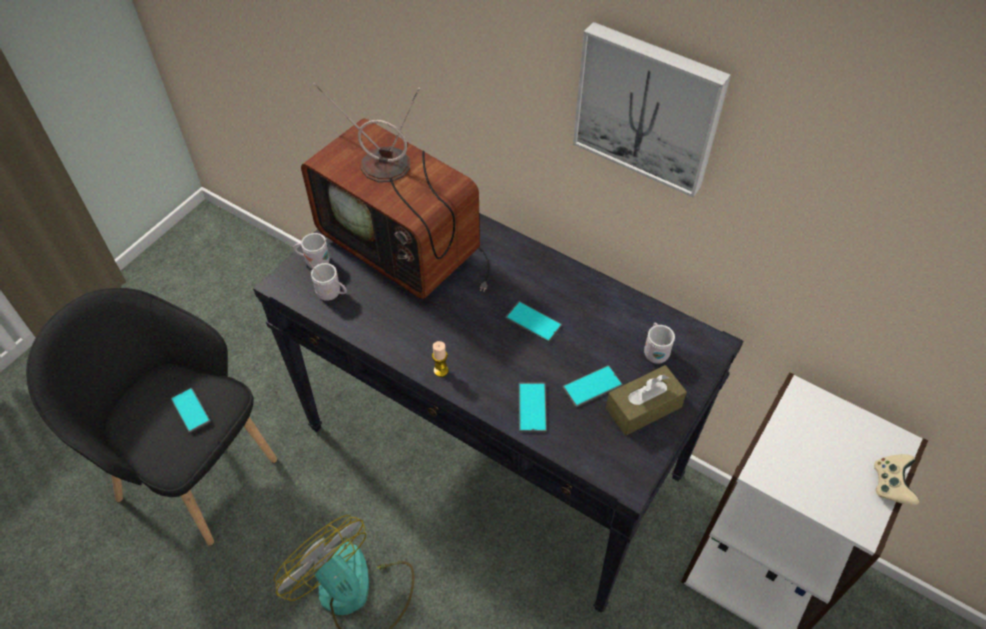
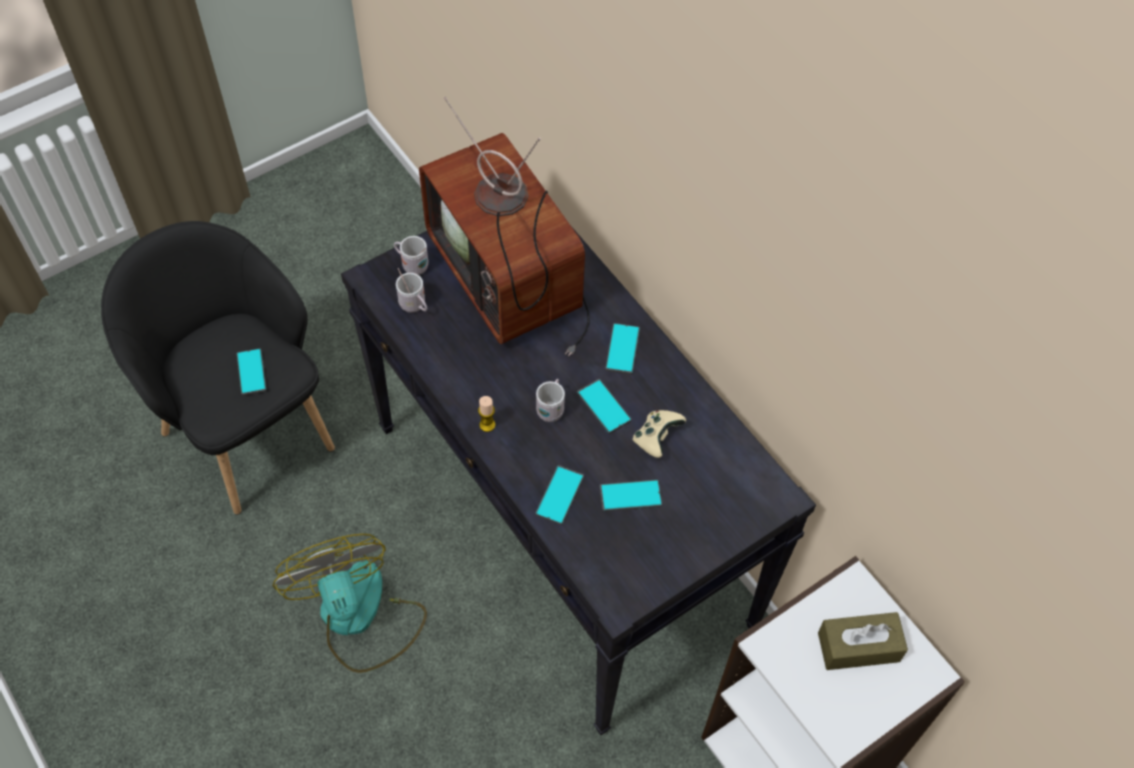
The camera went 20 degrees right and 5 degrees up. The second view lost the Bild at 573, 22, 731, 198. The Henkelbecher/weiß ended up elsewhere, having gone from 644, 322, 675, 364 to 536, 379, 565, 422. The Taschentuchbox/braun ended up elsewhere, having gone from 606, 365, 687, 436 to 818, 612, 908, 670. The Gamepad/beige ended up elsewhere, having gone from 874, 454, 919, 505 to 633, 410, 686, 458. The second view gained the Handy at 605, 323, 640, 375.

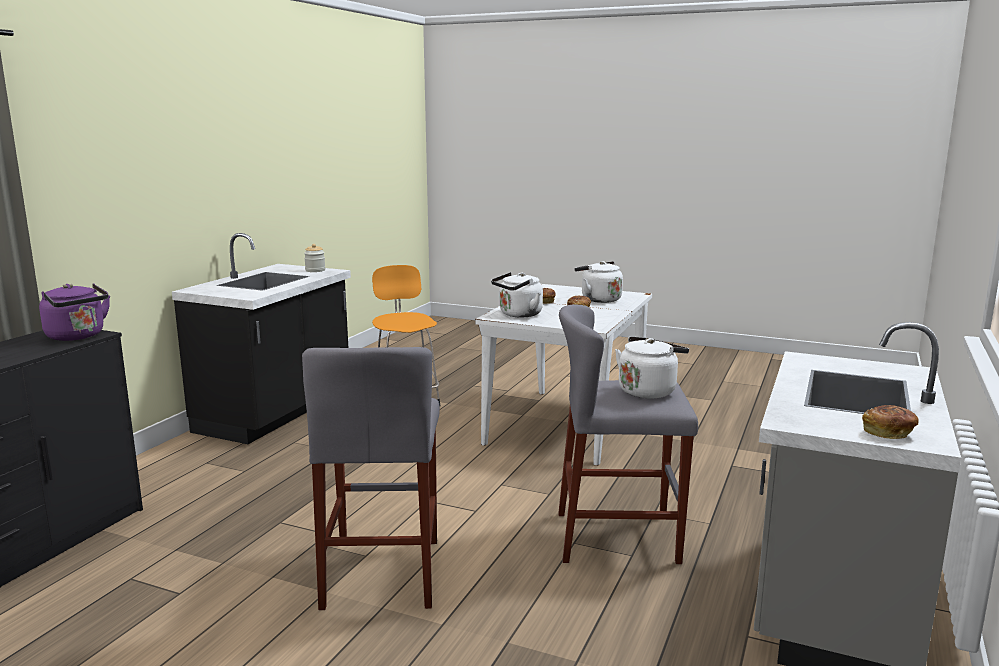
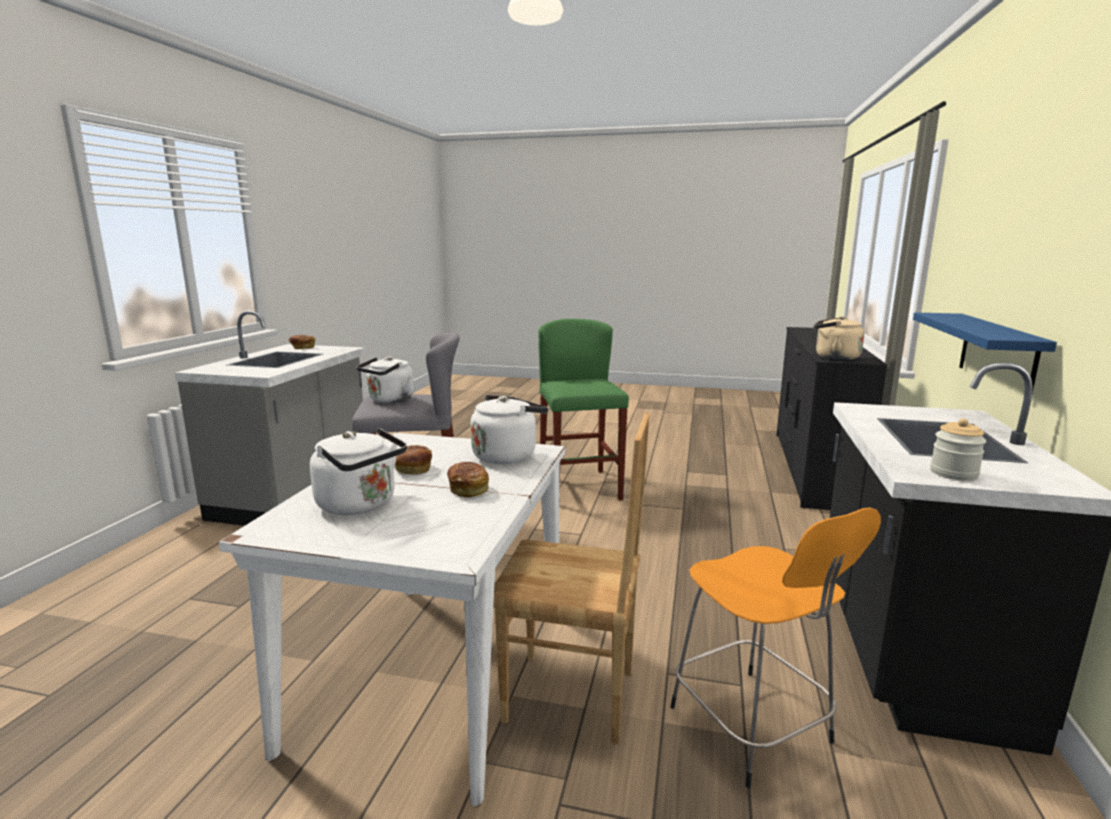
The camera went 170 degrees right and 0 degrees up. What was the Wasserkessel/lila at 39, 283, 110, 341 turned into the Wasserkessel/beige at 814, 316, 864, 360. What was the Hocker/grau at 302, 347, 440, 610 turned into the Hocker/grün at 538, 319, 629, 501. The second view gained the Wandregal/blau at 913, 312, 1057, 393. The second view gained the Stuhl/braun at 493, 413, 650, 744.

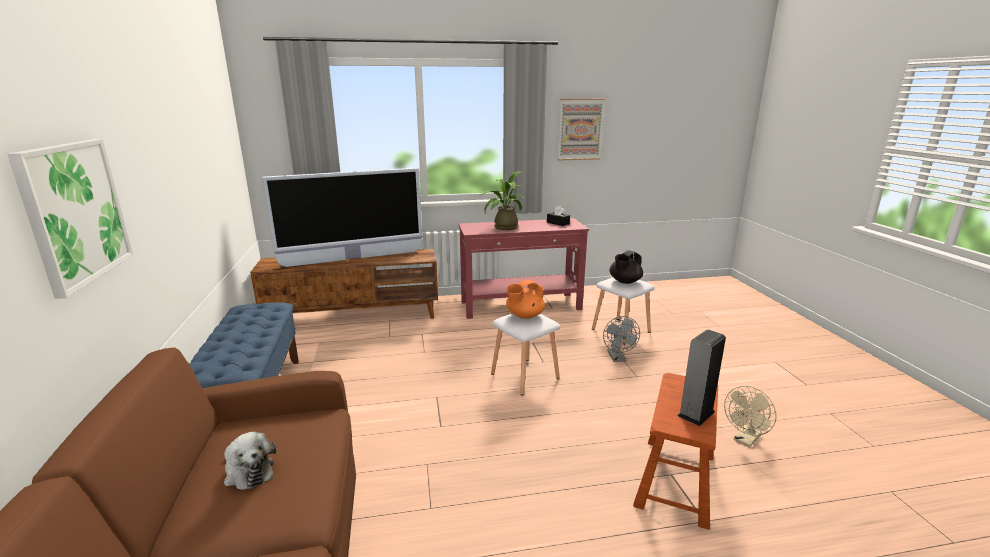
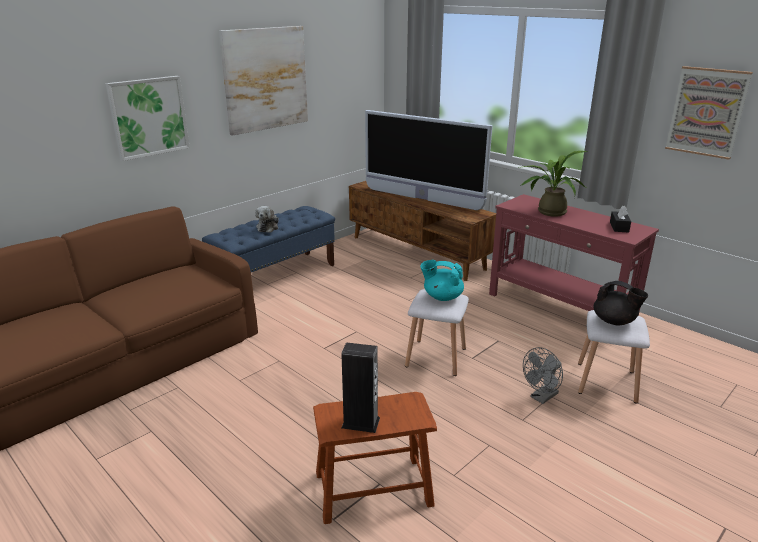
The camera went 55 degrees right and 5 degrees up. The Teekanne/schwarz at 610, 250, 643, 284 ended up facing another way, 150 degrees counterclockwise from before. What was the Teekanne/orange at 506, 280, 545, 319 turned into the Teekanne/türkis at 420, 260, 464, 301. The second view lost the Ventilator/beige at 724, 386, 777, 447. The Plüschtier ended up elsewhere, having gone from 224, 432, 276, 490 to 255, 206, 279, 233. The second view gained the Bild at 219, 26, 308, 136.

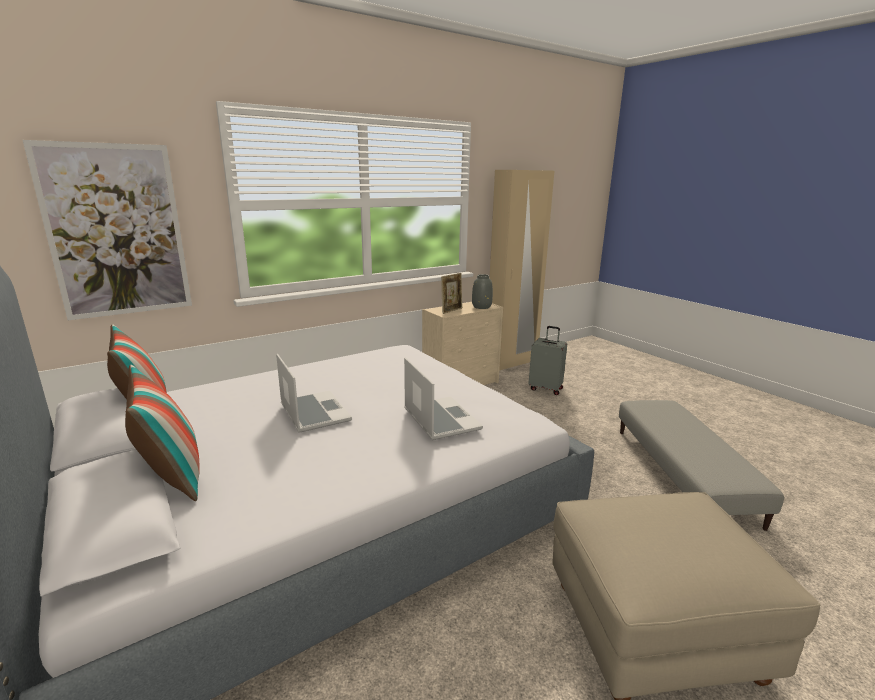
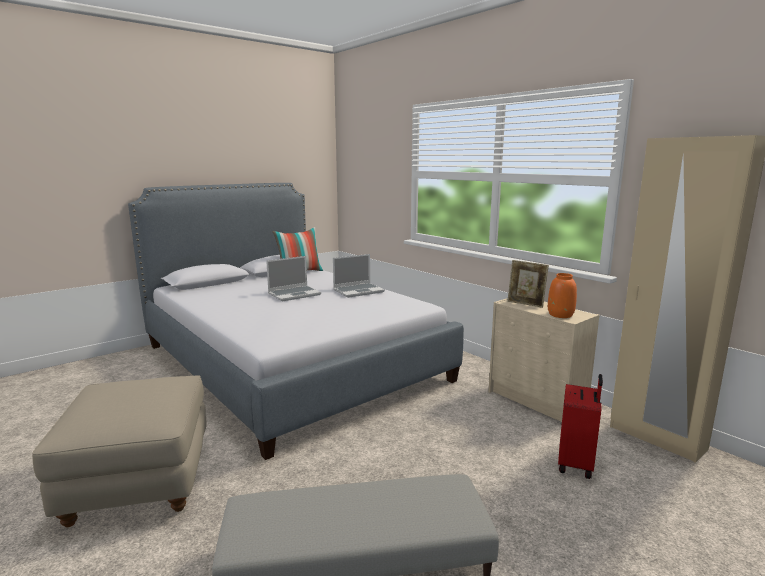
The camera went 85 degrees right and 5 degrees down. The second view lost the Bild at 23, 140, 192, 320. What was the Vase/grau at 472, 274, 493, 309 turned into the Vase/orange at 548, 273, 577, 318. What was the Koffer/grau at 529, 326, 567, 395 turned into the Koffer/rot at 558, 374, 603, 479. The Laptop ended up elsewhere, having gone from 404, 357, 483, 440 to 333, 254, 385, 298. The second view lost the Kissen at 125, 365, 200, 501.

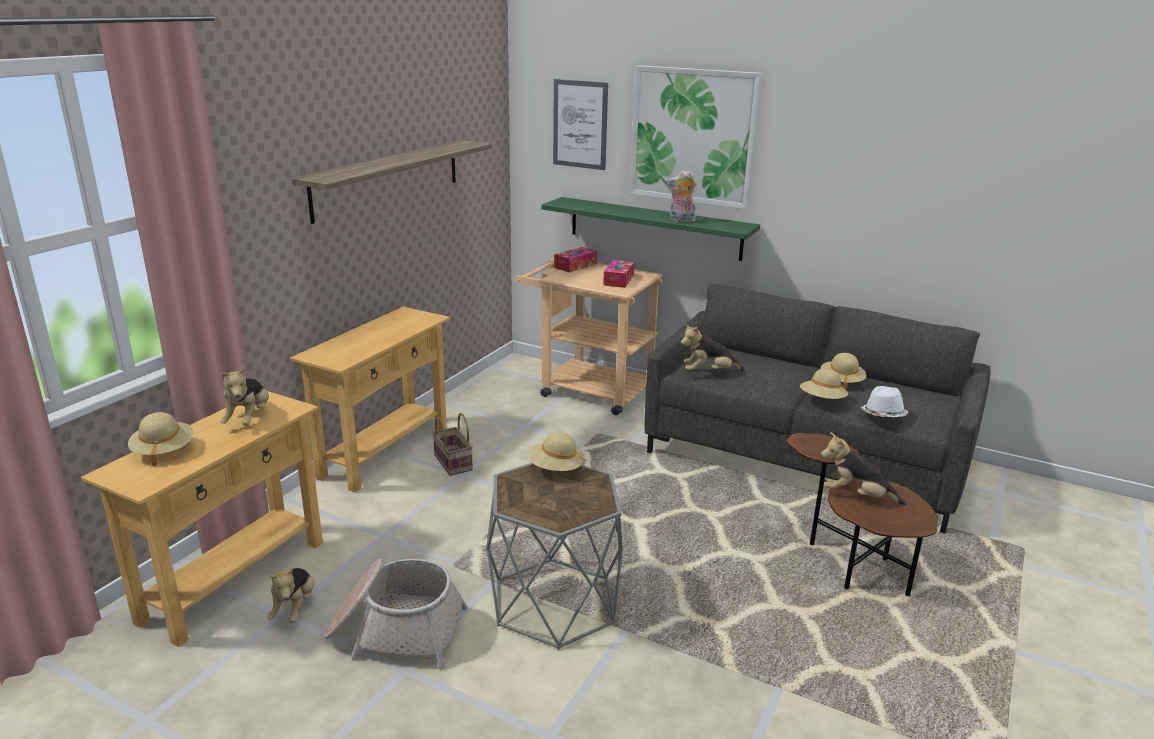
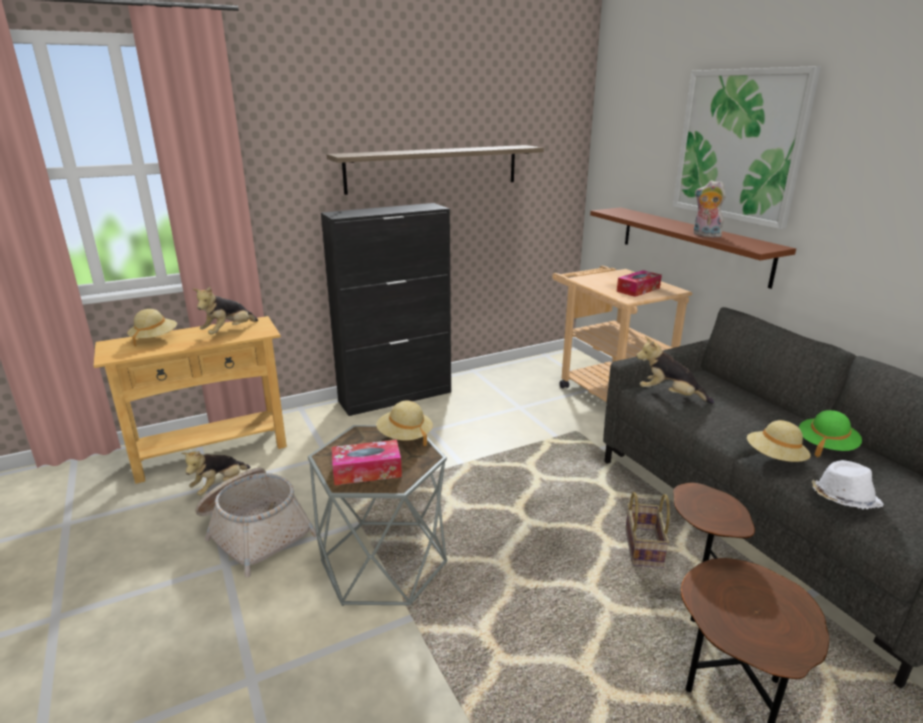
The camera went 35 degrees right and 0 degrees up. The second view lost the Bild at 553, 79, 608, 170. What was the Wandregal/grün at 541, 197, 760, 261 turned into the Wandregal/braun at 590, 207, 796, 289. The Taschentuchbox ended up elsewhere, having gone from 554, 247, 597, 273 to 332, 440, 402, 485. Where the Konsolentisch/beige stood at 290, 307, 450, 493, the Schrank/schwarz came to stand at 321, 203, 451, 416. What was the Hut/beige at 821, 353, 866, 389 turned into the Hut/grün at 799, 410, 862, 457. The Korb ended up elsewhere, having gone from 432, 413, 473, 476 to 625, 492, 670, 568. The second view lost the Plüschtier at 821, 432, 906, 505.

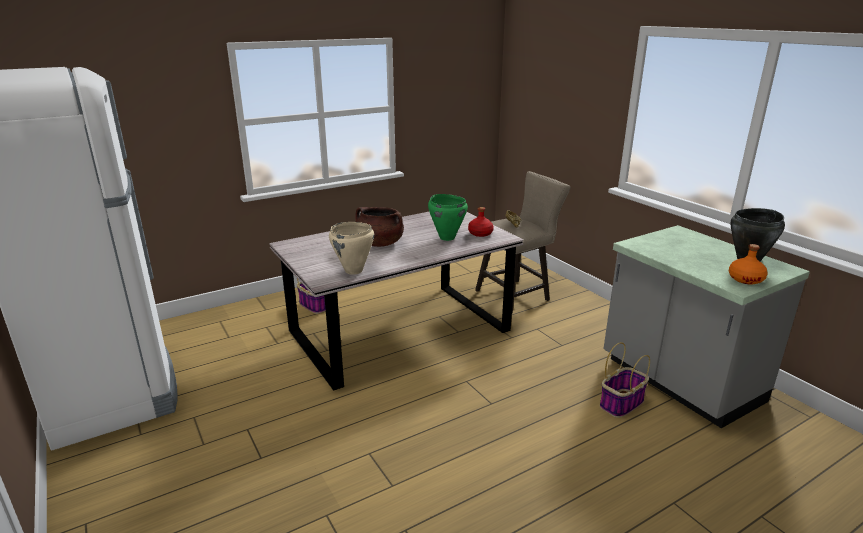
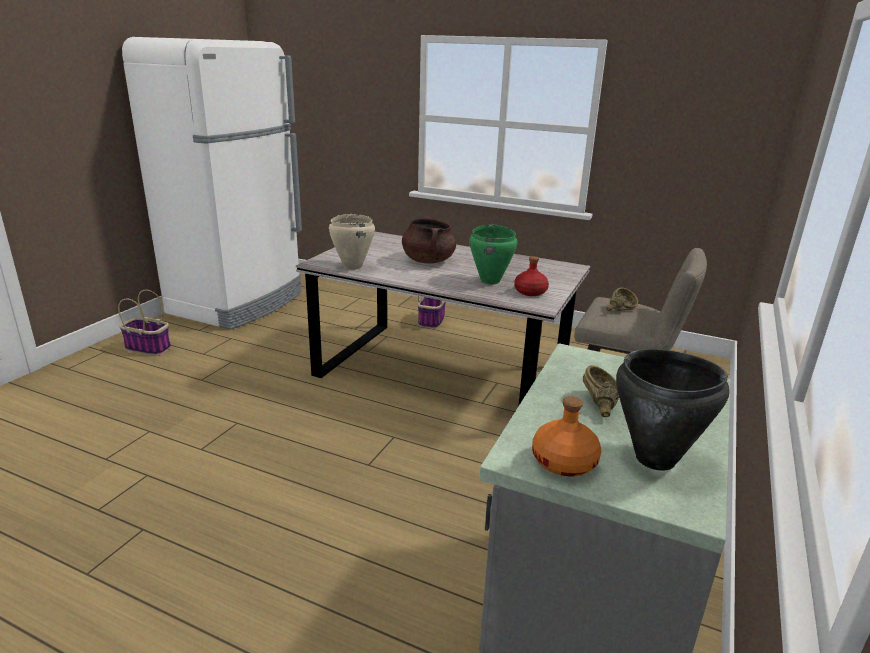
The camera went 55 degrees right and 0 degrees up. The Korb ended up elsewhere, having gone from 600, 342, 650, 418 to 118, 290, 171, 356. The second view gained the Schüssel/braun at 583, 365, 619, 417.

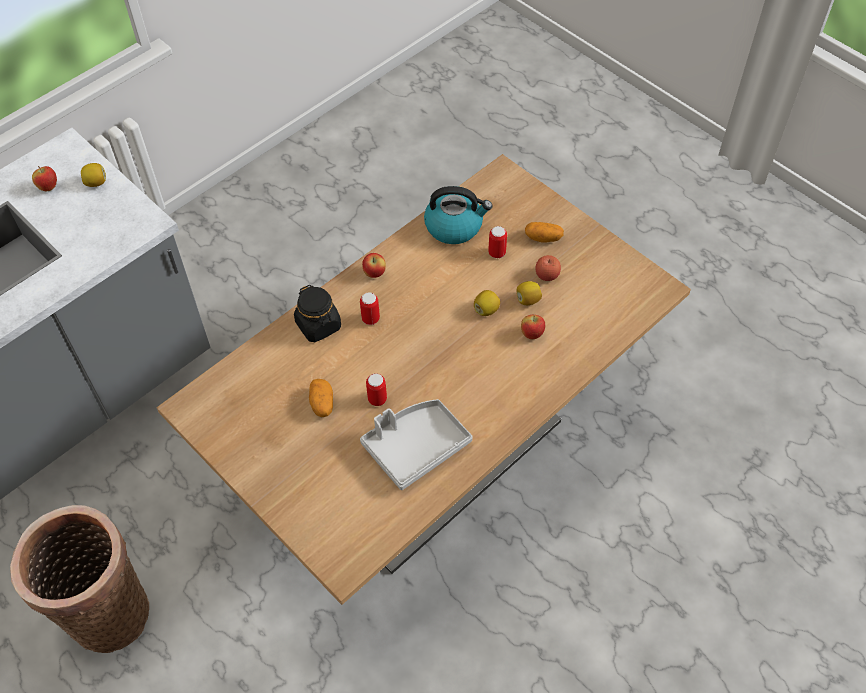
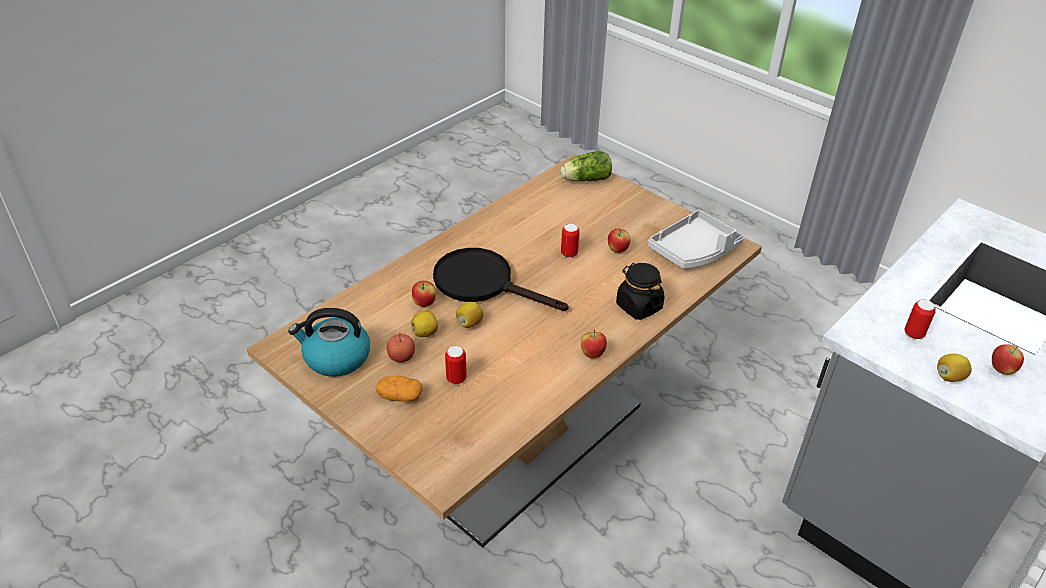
The camera went 175 degrees right and 15 degrees down. The Wasserkessel ended up elsewhere, having gone from 424, 186, 492, 244 to 288, 308, 370, 377. The Dose ended up elsewhere, having gone from 360, 292, 380, 325 to 905, 299, 936, 339. Where the Kartoffel stood at 309, 379, 333, 417, the Apfel came to stand at 608, 229, 630, 253. The Tablett/grau ended up elsewhere, having gone from 360, 399, 473, 490 to 648, 210, 744, 269. The second view lost the Korb at 10, 505, 149, 653. The second view gained the Salatkopf at 560, 151, 612, 182. The second view gained the Pfanne/schwarz at 433, 248, 569, 311.

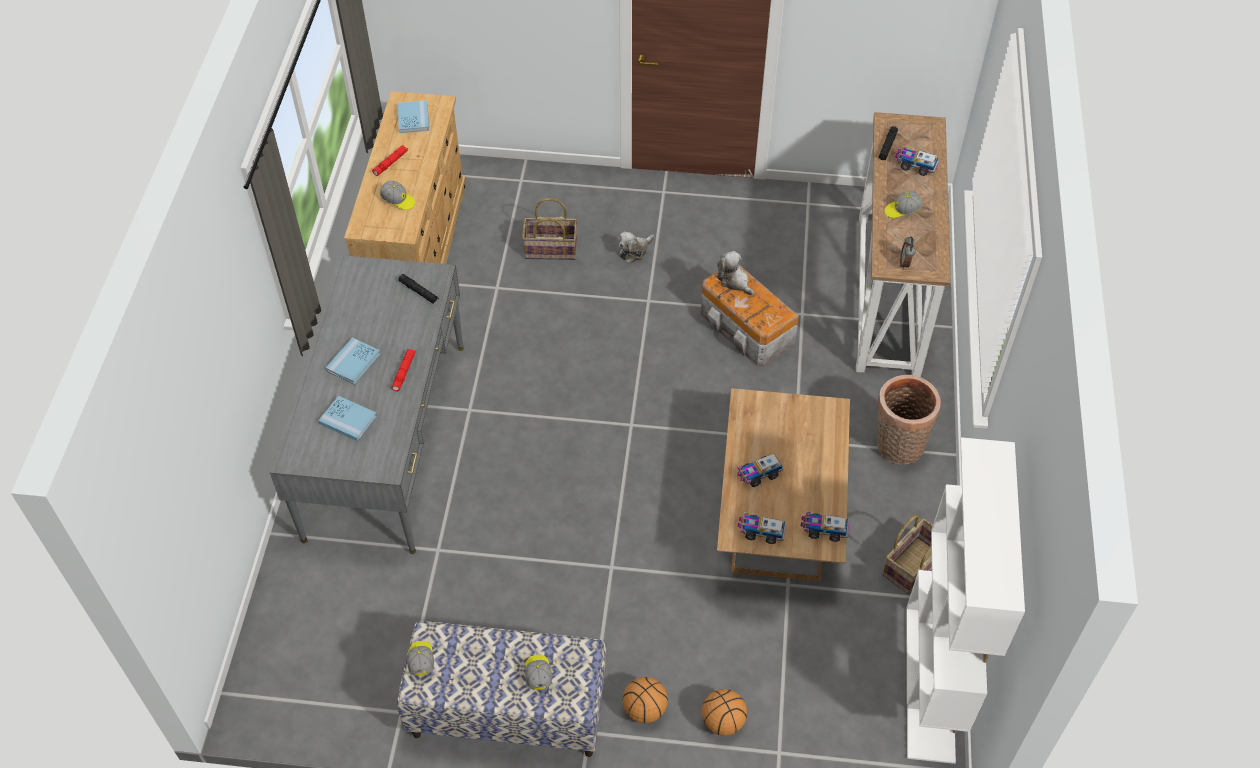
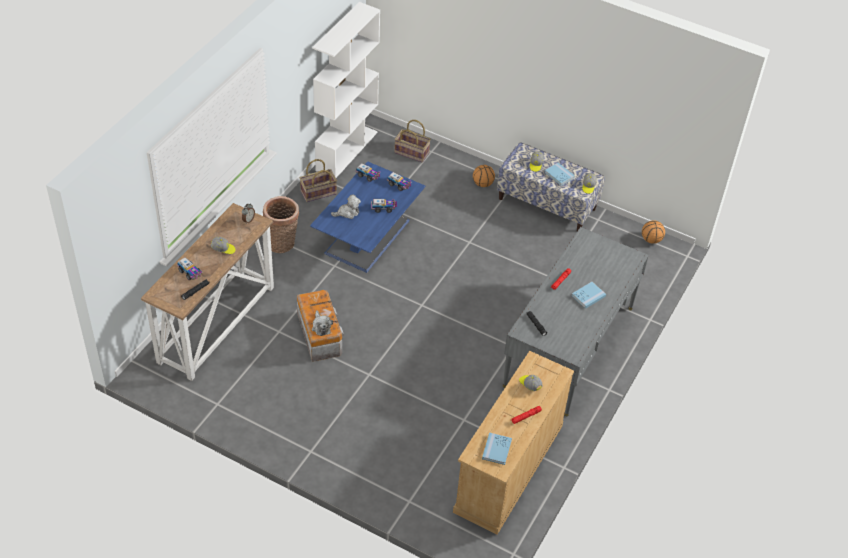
The camera went 160 degrees left and 5 degrees down. The Korb ended up elsewhere, having gone from 522, 198, 577, 260 to 394, 120, 431, 163. The Plüschtier ended up elsewhere, having gone from 618, 231, 655, 264 to 331, 194, 361, 219. What was the Couchtisch/braun at 717, 388, 850, 581 turned into the Couchtisch/blau at 310, 161, 425, 273. The Buch/blau ended up elsewhere, having gone from 318, 396, 377, 442 to 544, 163, 575, 186. The Basketball ended up elsewhere, having gone from 701, 689, 747, 736 to 642, 220, 665, 244.

